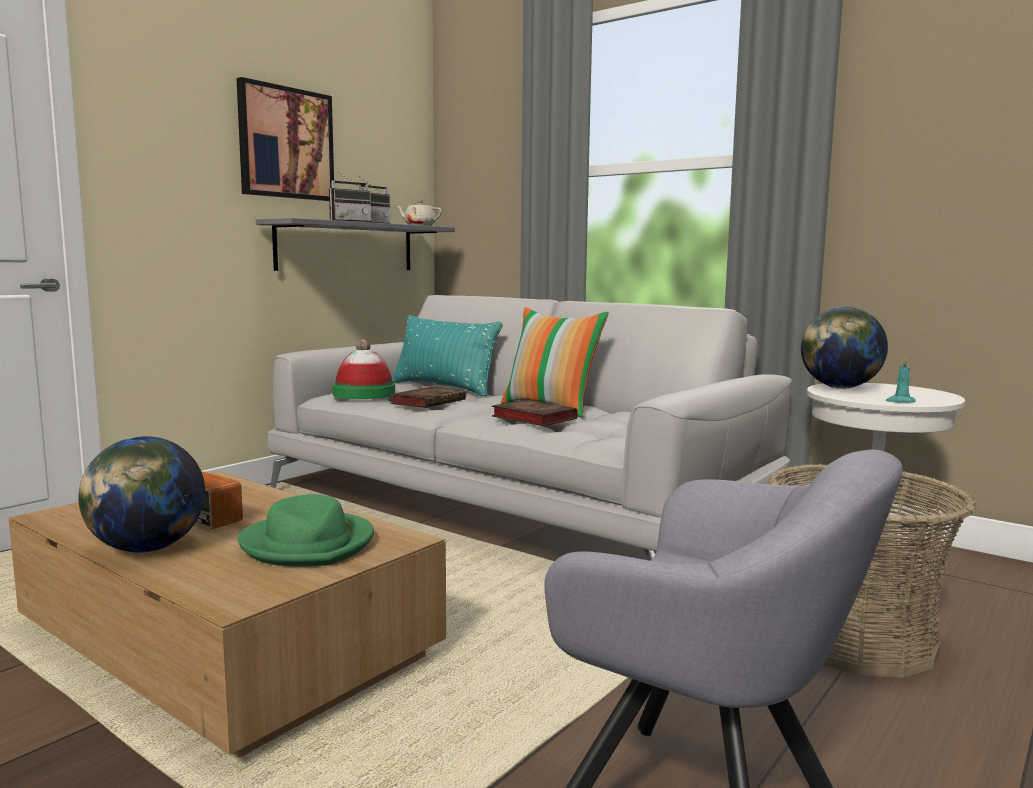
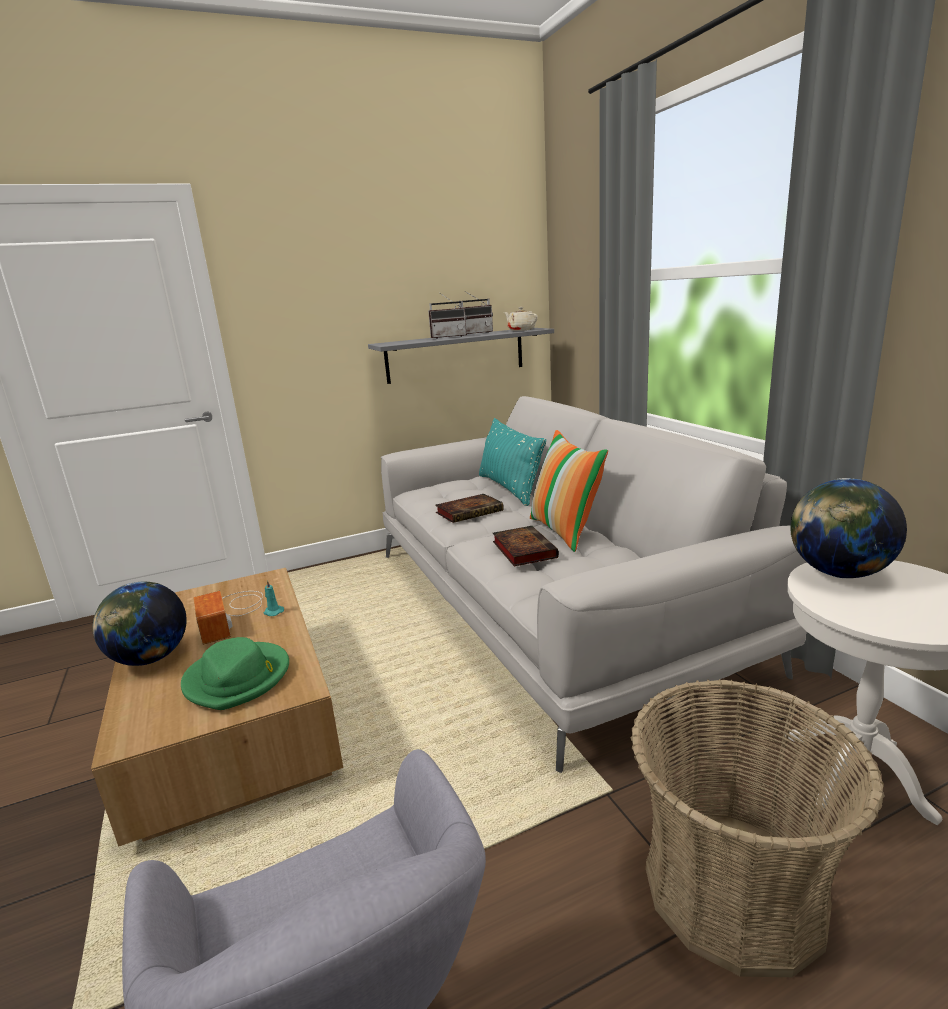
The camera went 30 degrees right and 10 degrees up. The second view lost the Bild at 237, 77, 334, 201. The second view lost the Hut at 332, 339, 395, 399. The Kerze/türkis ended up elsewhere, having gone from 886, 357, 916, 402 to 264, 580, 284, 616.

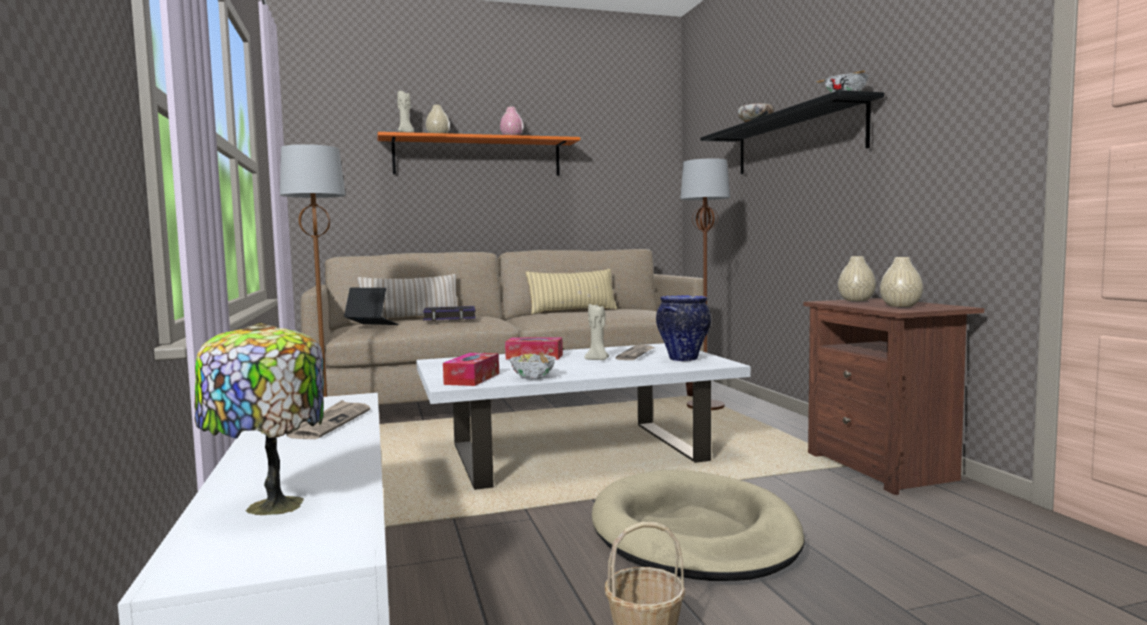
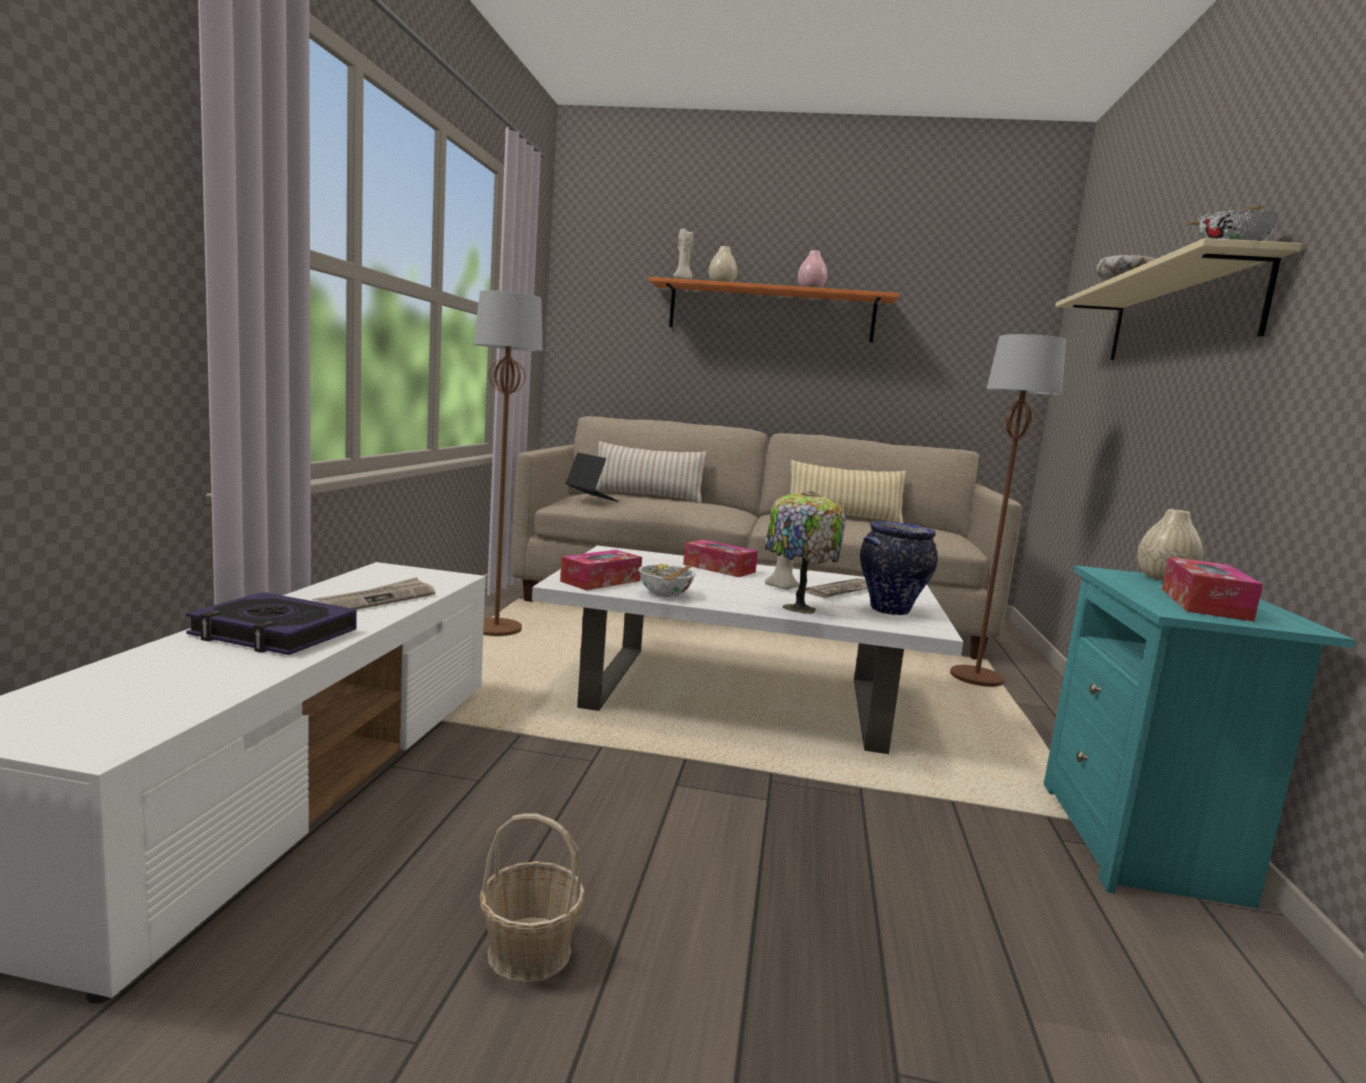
The camera went 25 degrees right and 5 degrees up. What was the Wandregal/schwarz at 701, 90, 884, 174 turned into the Wandregal/beige at 1055, 238, 1302, 360. Where the Vase/beige stood at 880, 257, 923, 307, the Taschentuchbox came to stand at 1162, 557, 1263, 622. What was the Nachttisch/braun at 804, 298, 984, 495 turned into the Nachttisch/türkis at 1044, 565, 1355, 908. The Buch ended up elsewhere, having gone from 423, 306, 476, 321 to 186, 592, 357, 655. The Tischlampe ended up elsewhere, having gone from 194, 322, 324, 516 to 765, 491, 846, 614. The second view lost the Hundebett/beige at 592, 470, 805, 581.

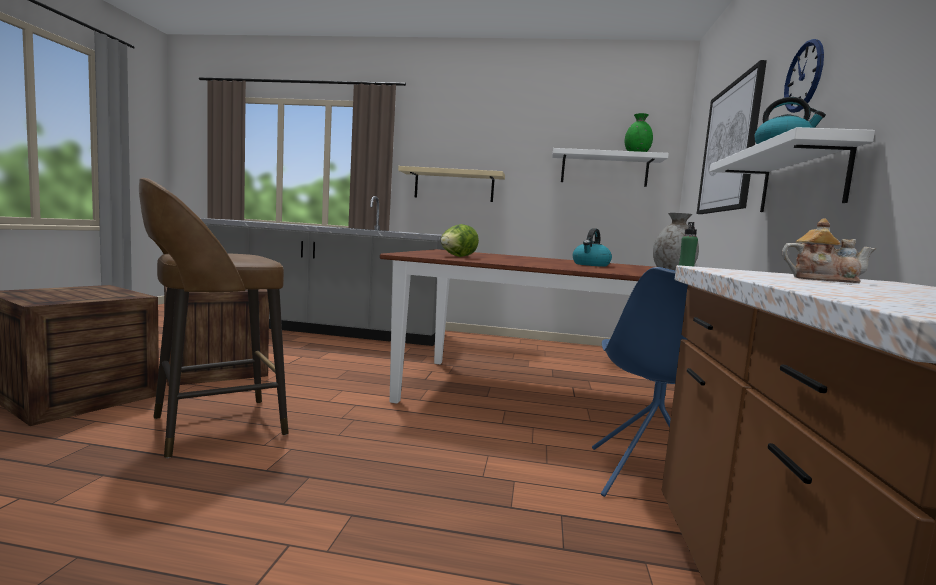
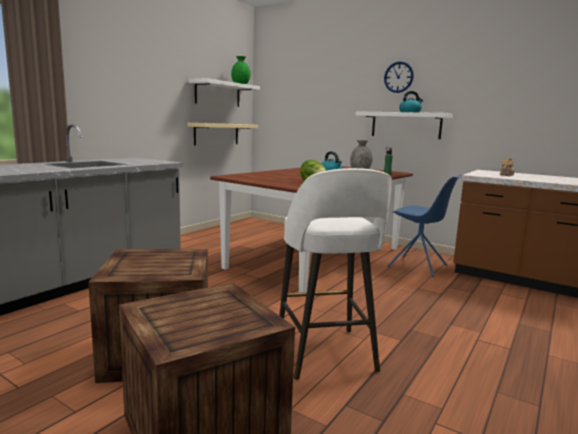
The camera went 65 degrees left and 5 degrees up. The second view lost the Bild at 697, 60, 767, 214. The Wandregal/beige ended up elsewhere, having gone from 398, 166, 505, 202 to 187, 123, 258, 146. What was the Hocker/braun at 139, 178, 289, 458 turned into the Hocker/weiß at 279, 168, 392, 380.

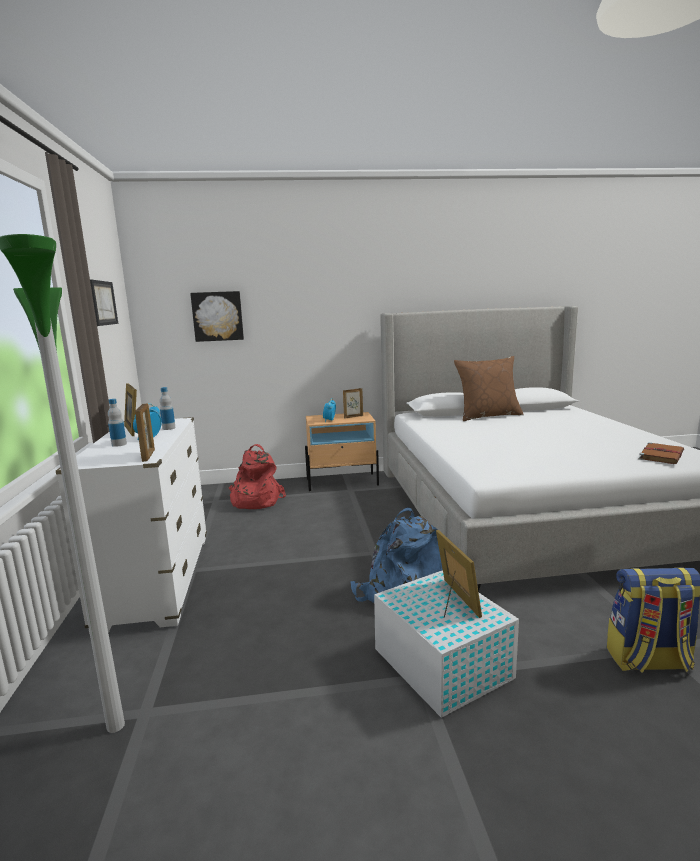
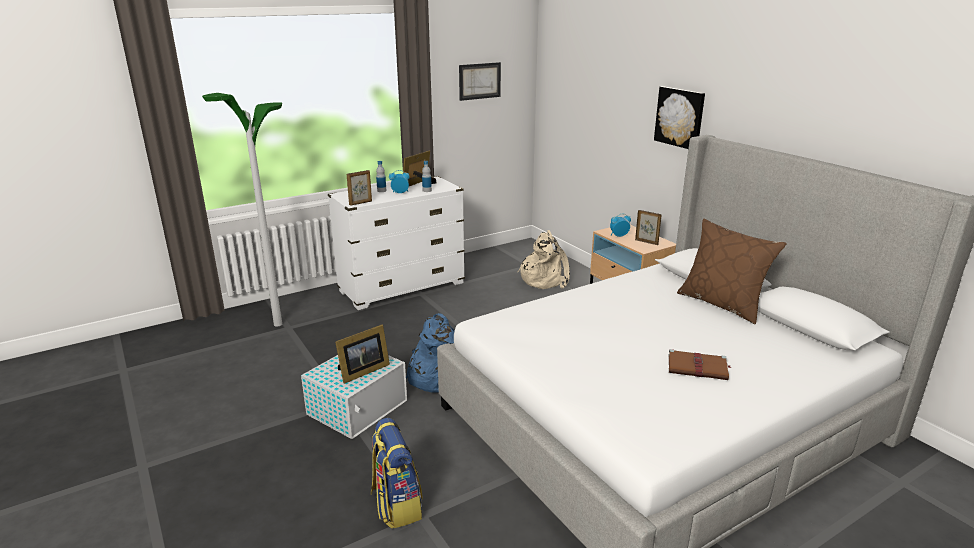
The camera went 65 degrees right and 10 degrees up. The Bild ended up elsewhere, having gone from 190, 291, 244, 342 to 654, 86, 705, 149. The Buch/braun ended up elsewhere, having gone from 639, 442, 684, 464 to 668, 349, 731, 380. What was the Rucksack/rot at 228, 444, 286, 509 turned into the Rucksack/beige at 517, 230, 570, 289.

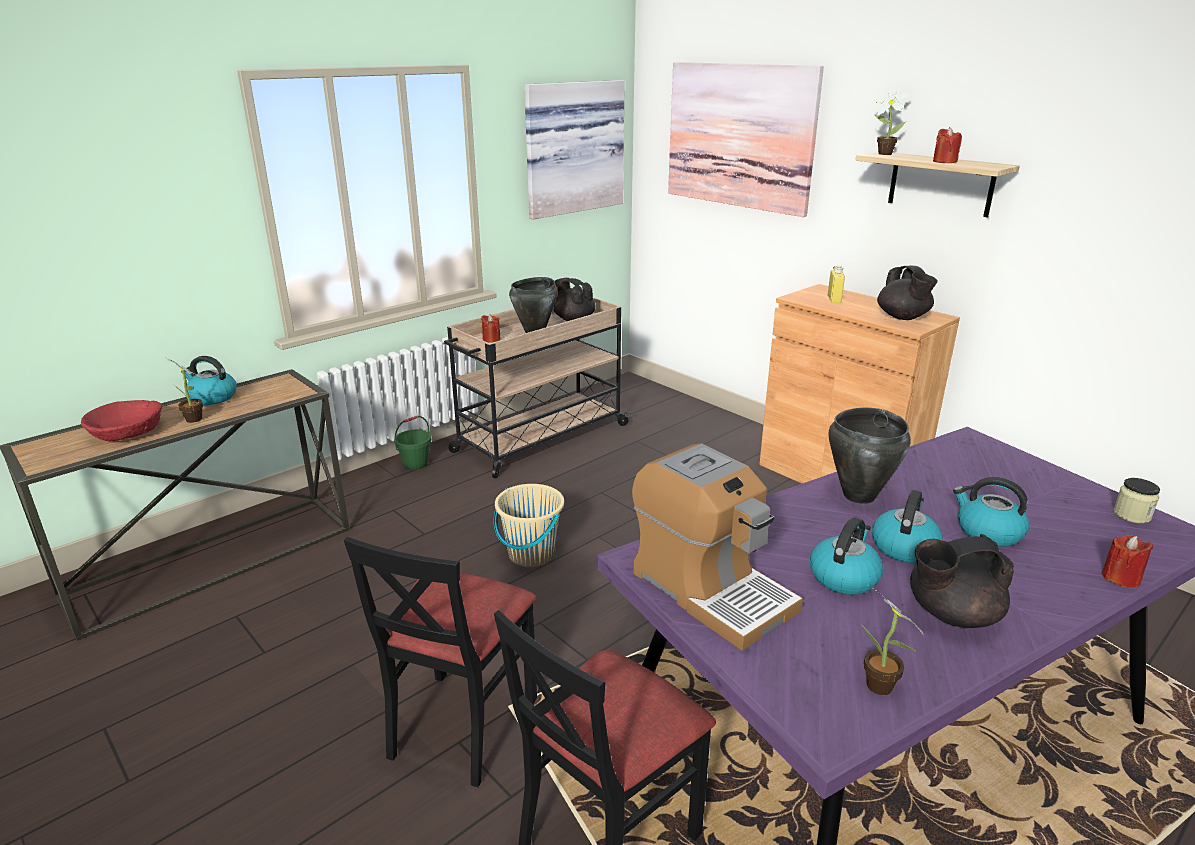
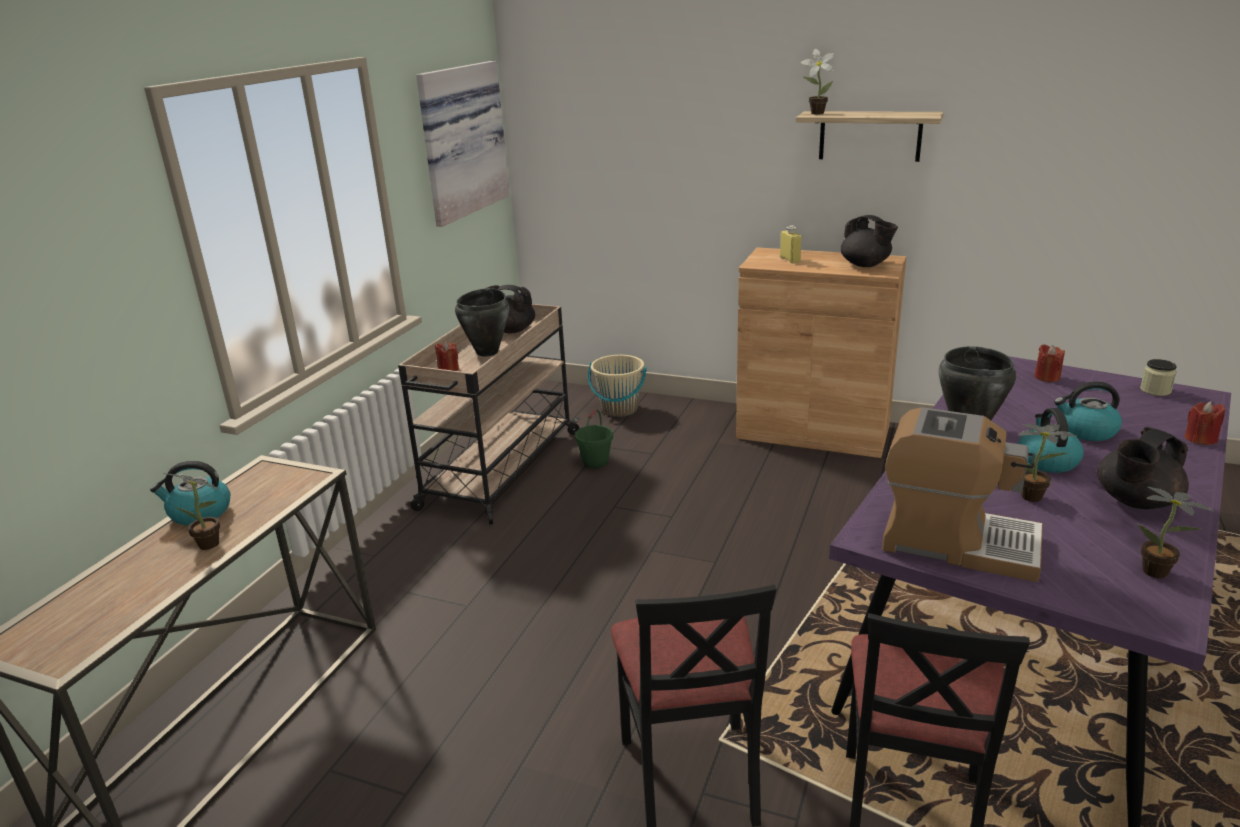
The camera went 25 degrees left and 0 degrees up. The second view lost the Bild at 668, 62, 824, 217. The Kerze/rot ended up elsewhere, having gone from 933, 127, 962, 163 to 1034, 344, 1065, 382. The second view lost the Schüssel/rot at 81, 400, 162, 441. The Eimer/grün ended up elsewhere, having gone from 394, 416, 431, 470 to 575, 409, 613, 468. The Eimer/beige ended up elsewhere, having gone from 494, 484, 564, 567 to 588, 355, 647, 417. Where the Wasserkessel stood at 810, 517, 883, 595, the Topfpflanze came to stand at 1018, 424, 1077, 502.

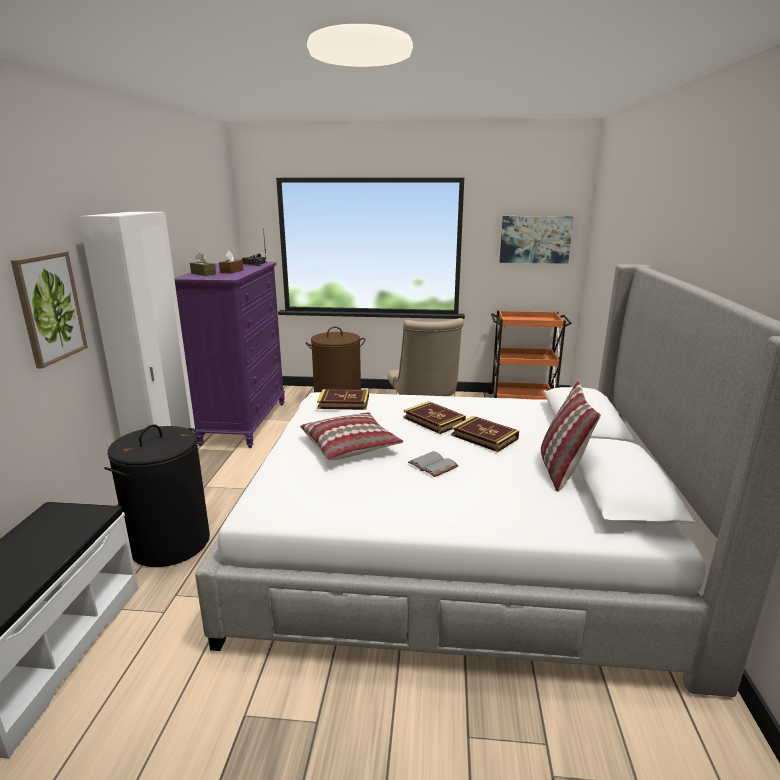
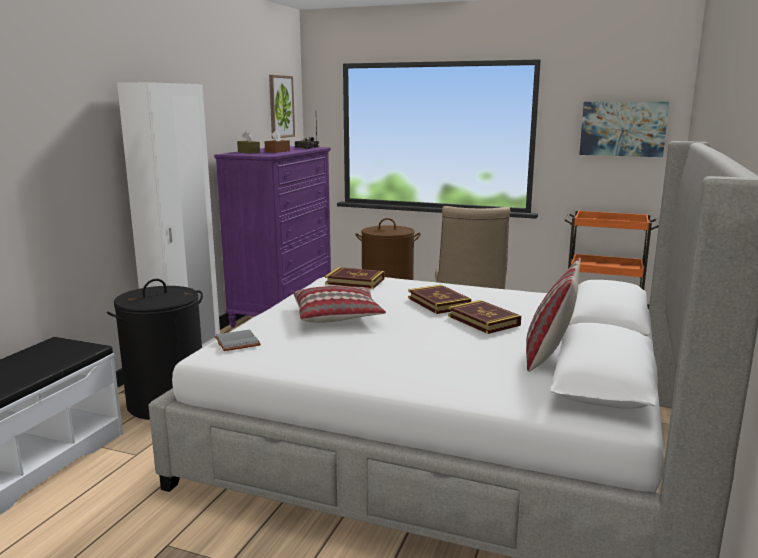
The camera went 15 degrees right and 5 degrees down. The Bild ended up elsewhere, having gone from 11, 251, 88, 369 to 269, 75, 295, 139. The Buch/grau ended up elsewhere, having gone from 408, 451, 459, 477 to 214, 330, 261, 351.

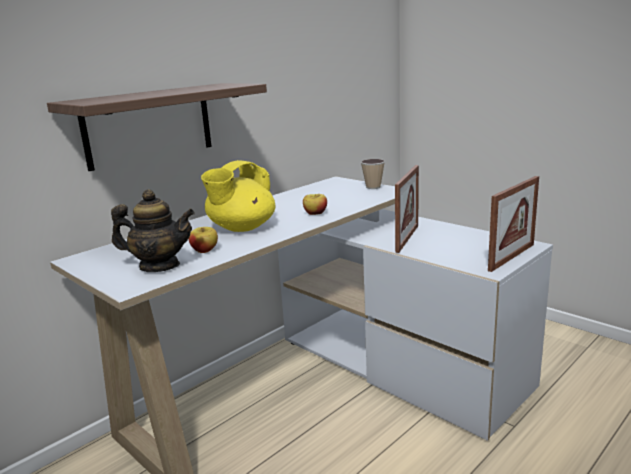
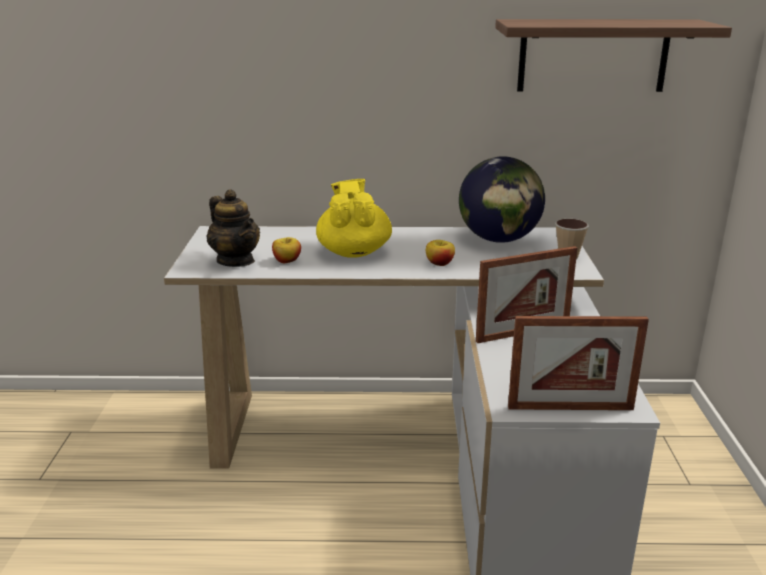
The camera went 45 degrees right and 5 degrees up. The Wandregal ended up elsewhere, having gone from 47, 83, 267, 171 to 495, 19, 732, 92. The Teekanne/gelb at 201, 160, 276, 232 ended up facing another way, 90 degrees clockwise from before. The second view gained the Globus at 459, 156, 545, 243.

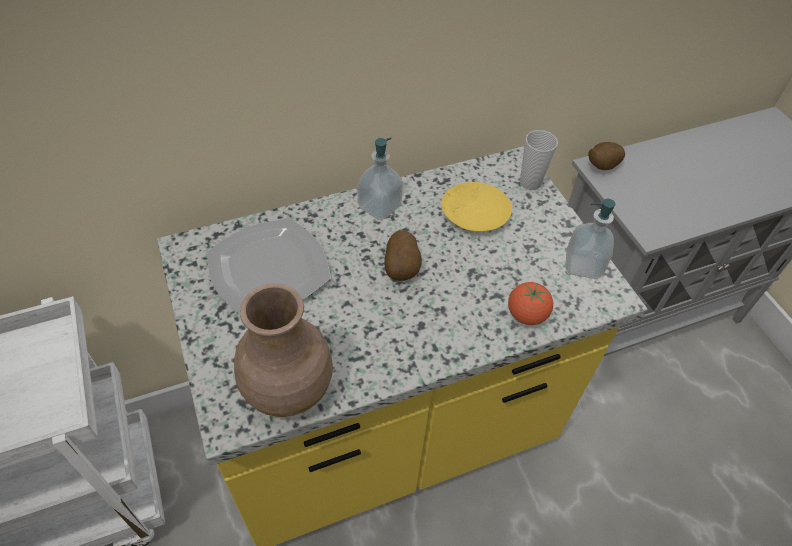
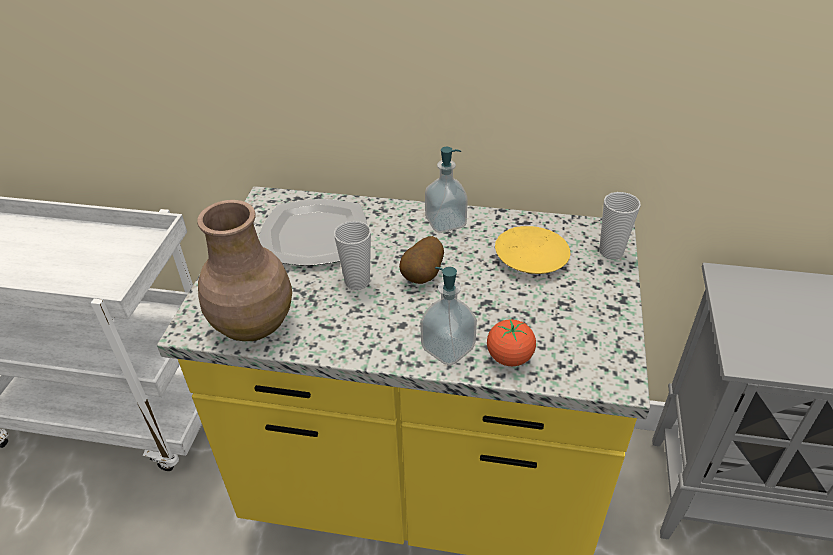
The camera went 35 degrees right and 10 degrees down. The second view lost the Kartoffel at 588, 142, 625, 170. The Seifenspender ended up elsewhere, having gone from 565, 199, 616, 279 to 420, 267, 477, 366. The second view gained the Tasse at 334, 221, 371, 290.

